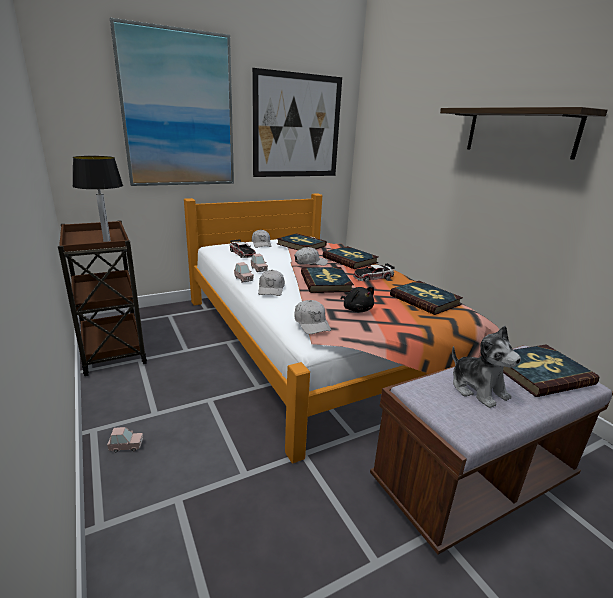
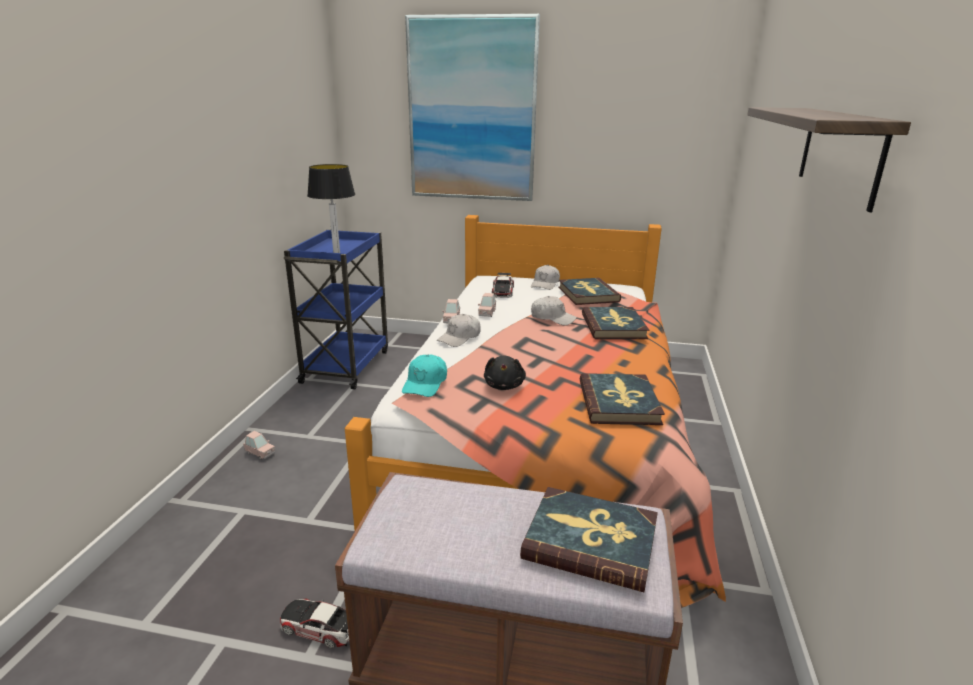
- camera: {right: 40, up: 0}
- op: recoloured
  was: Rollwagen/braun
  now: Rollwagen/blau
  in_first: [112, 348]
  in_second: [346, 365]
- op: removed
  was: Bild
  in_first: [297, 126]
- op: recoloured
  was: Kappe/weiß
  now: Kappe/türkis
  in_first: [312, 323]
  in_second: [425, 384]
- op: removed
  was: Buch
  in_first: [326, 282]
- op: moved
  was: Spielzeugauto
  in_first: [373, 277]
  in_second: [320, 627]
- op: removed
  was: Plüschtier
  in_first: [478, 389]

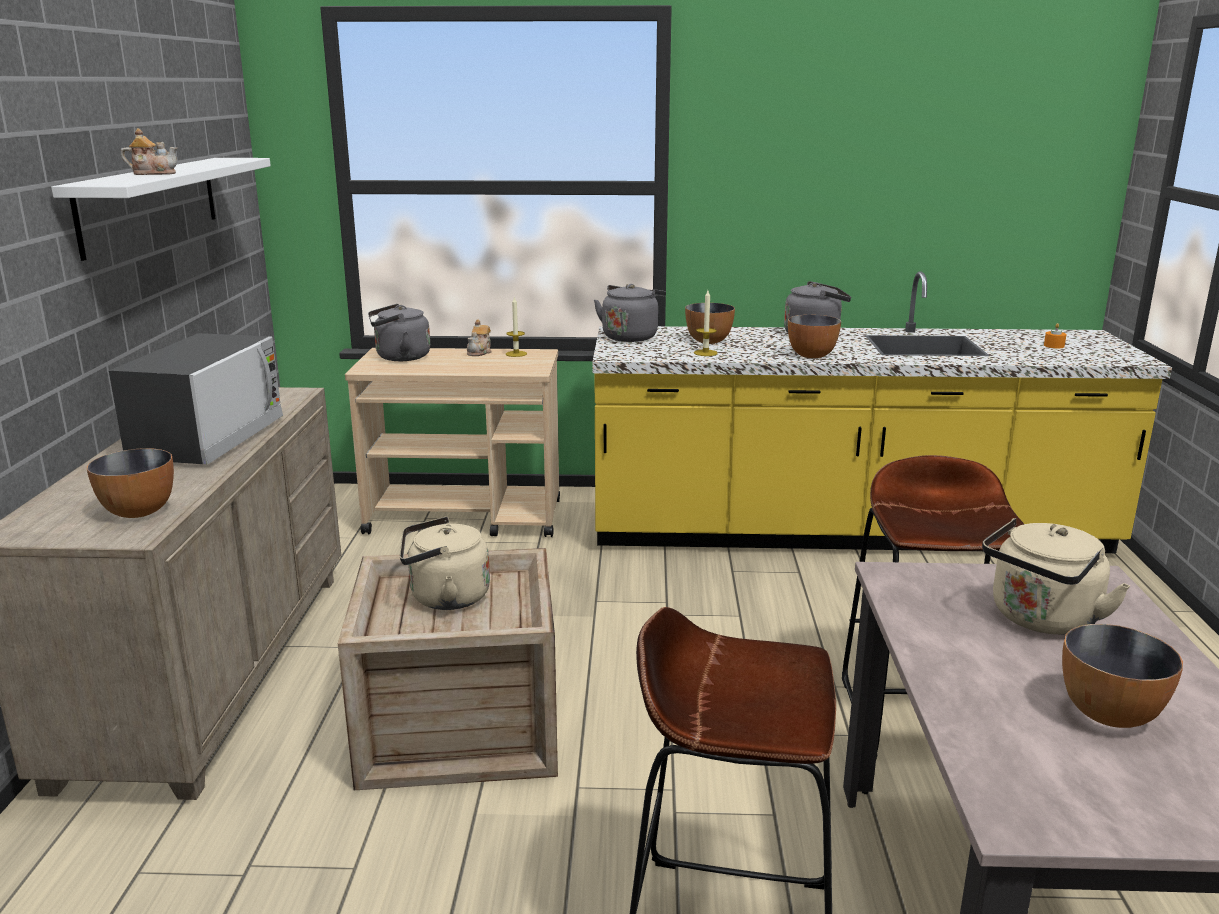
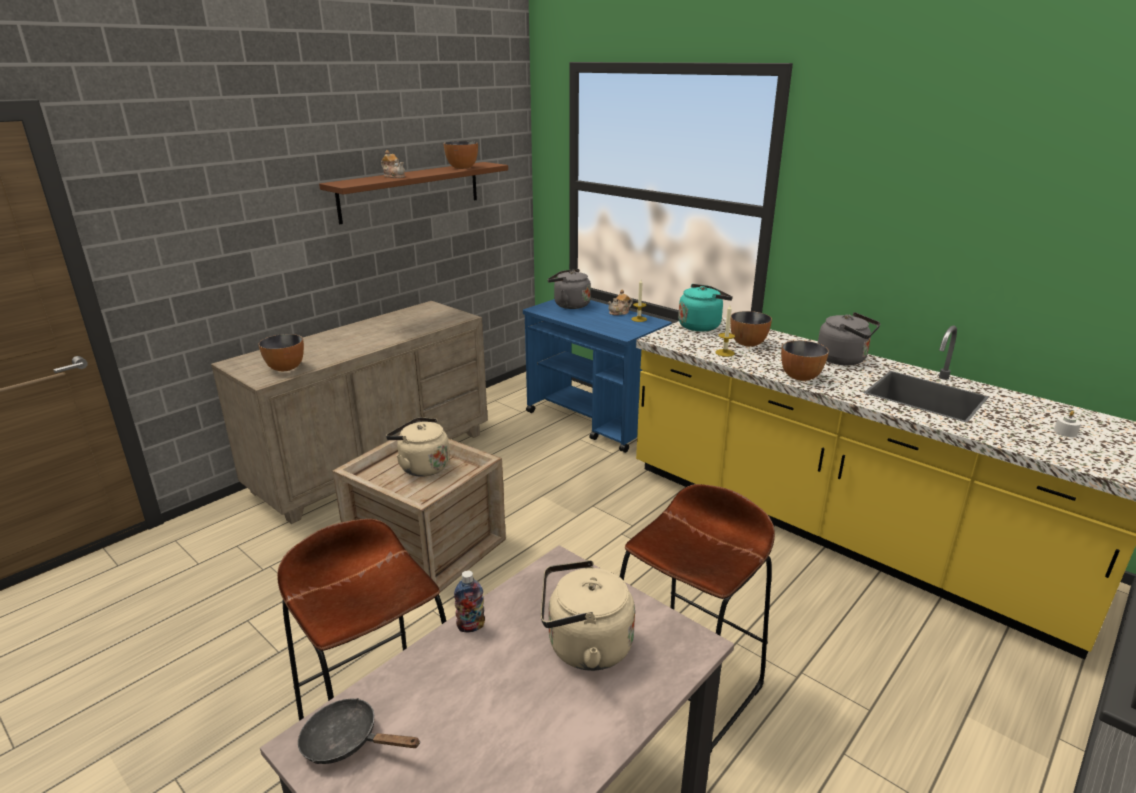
- camera: {right: 40, up: 5}
- op: recoloured
  was: Wandregal/weiß
  now: Wandregal/braun
  in_first: [150, 203]
  in_second: [411, 191]
- op: removed
  was: Mikrowelle
  in_first: [209, 439]
- op: recoloured
  was: Rollwagen/beige
  now: Rollwagen/blau
  in_first: [466, 517]
  in_second: [595, 421]
- op: recoloured
  was: Wasserkessel/grau
  now: Wasserkessel/türkis
  in_first: [631, 337]
  in_second: [701, 326]
- op: recoloured
  was: Kerze/orange
  now: Kerze/weiß
  in_first: [1054, 346]
  in_second: [1065, 432]
- op: moved
  was: Schüssel
  in_first: [1110, 714]
  in_second: [462, 168]
- op: added
  now: Pfanne/schwarz
  in_second: [347, 741]
- op: added
  now: Flasche
  in_second: [471, 626]

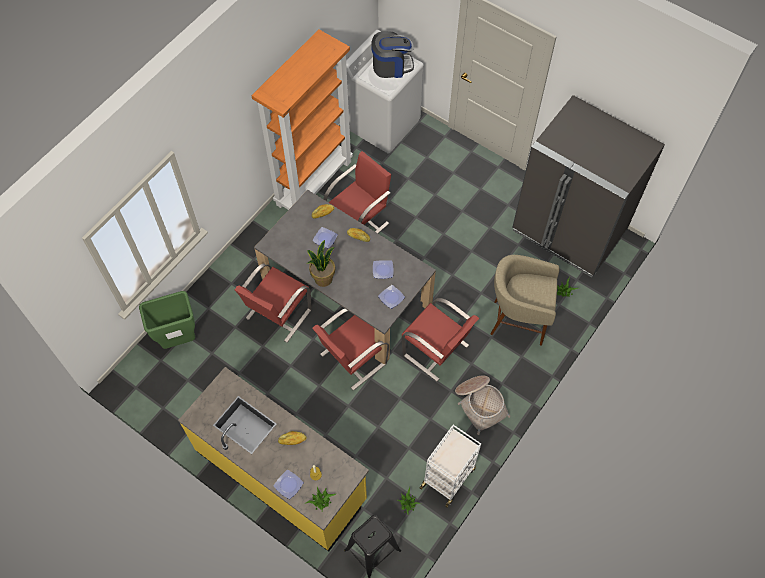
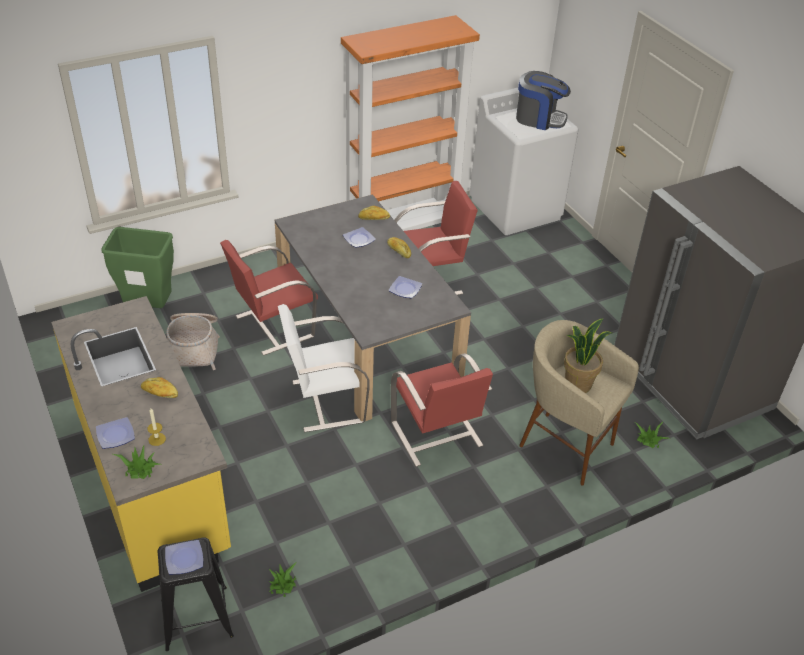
- camera: {right: 25, up: -20}
- op: moved
  was: Topfpflanze
  in_first: [323, 278]
  in_second: [578, 384]
- op: recoloured
  was: Stuhl/rot
  now: Stuhl/weiß
  in_first: [352, 359]
  in_second: [326, 401]
- op: moved
  was: Teller
  in_first: [391, 297]
  in_second: [183, 559]
- op: removed
  was: Rollwagen/weiß
  in_first: [448, 477]
- op: moved
  was: Korb
  in_first: [480, 404]
  in_second: [194, 347]

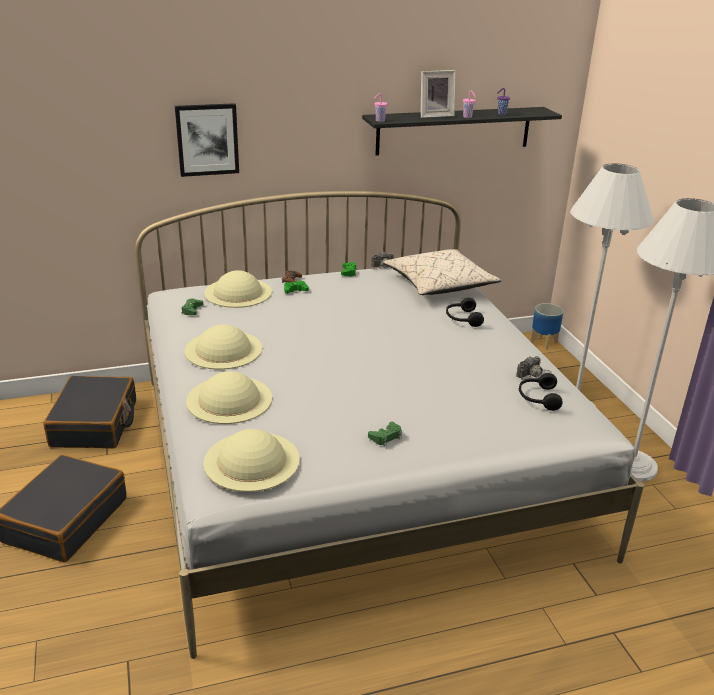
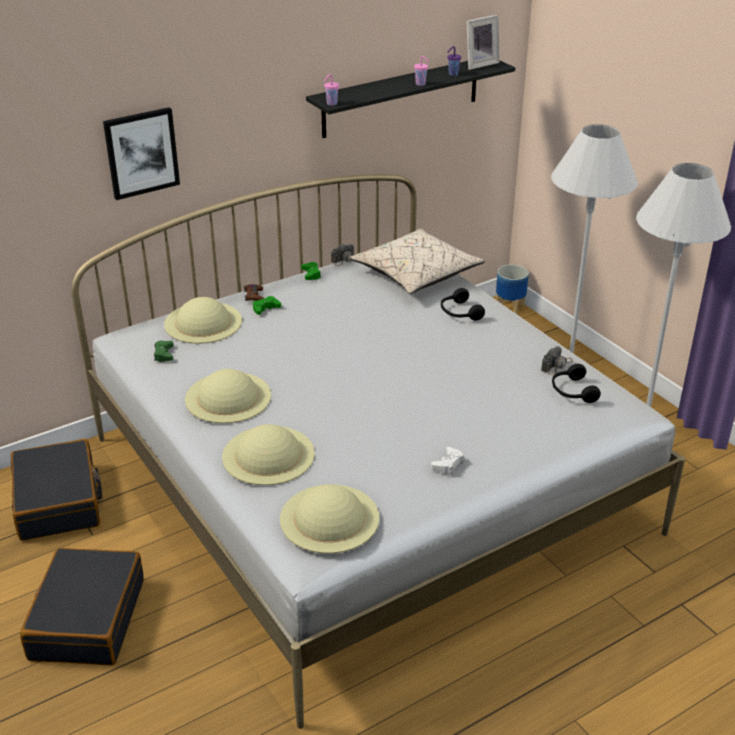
- camera: {right: -15, up: 5}
- op: recoloured
  was: Gamepad/grün
  now: Gamepad/weiß
  in_first: [386, 437]
  in_second: [448, 464]
- op: moved
  was: Bilderrahmen
  in_first: [435, 115]
  in_second: [479, 64]

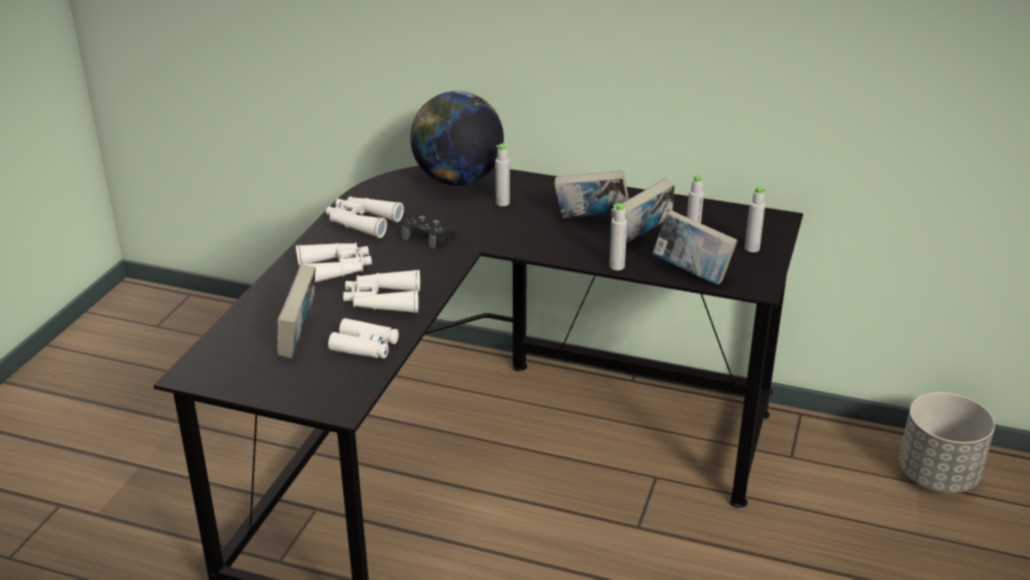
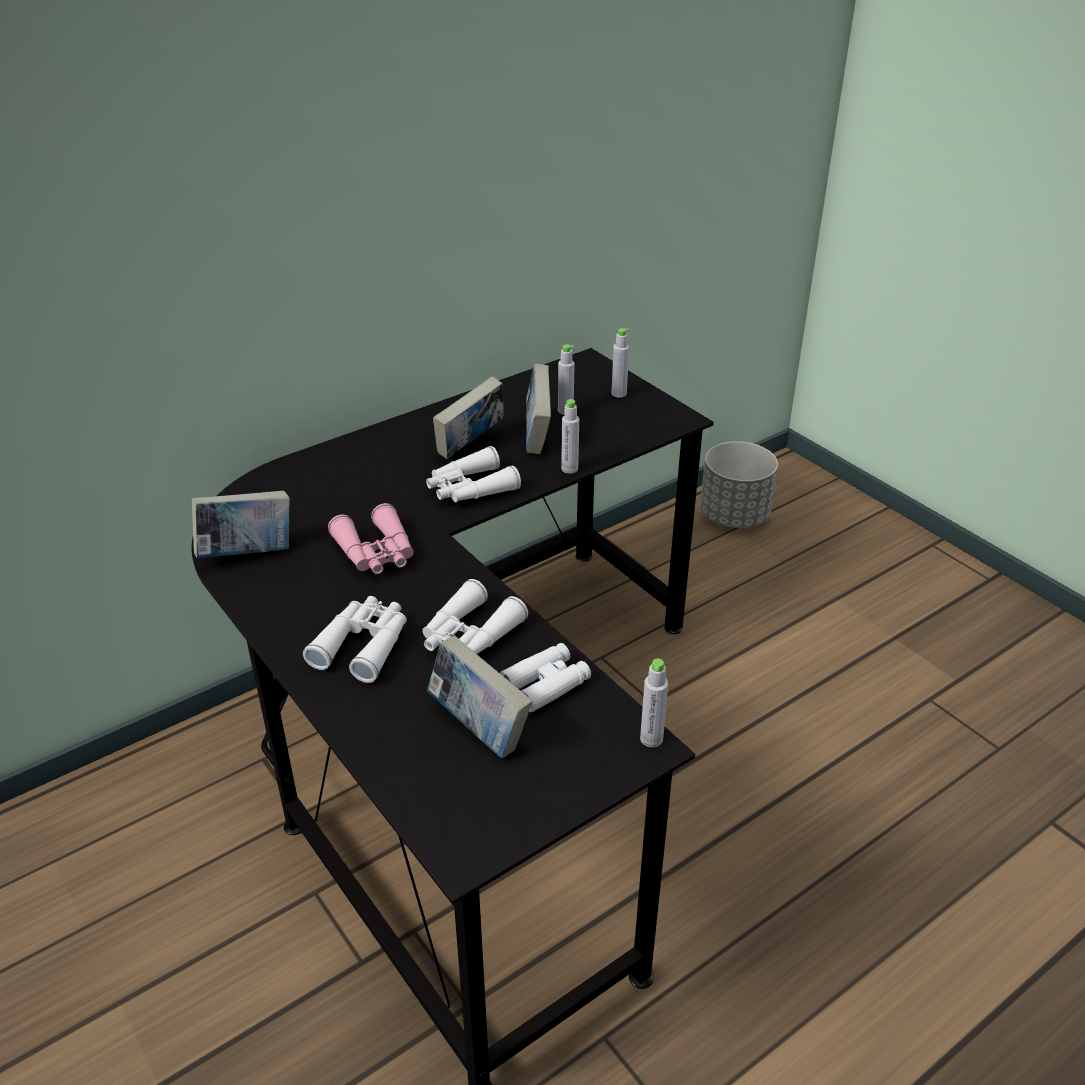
- camera: {right: -55, up: 5}
- op: moved
  was: Fernglas/weiß
  in_first: [362, 223]
  in_second: [470, 488]
- op: replaced
  was: Gamepad/schwarz
  now: Fernglas/rosa
  in_first: [427, 237]
  in_second: [376, 553]
- op: removed
  was: Globus
  in_first: [458, 181]
- op: moved
  was: Flasche/grau
  in_first: [502, 203]
  in_second: [651, 739]
- op: moved
  was: Buch
  in_first: [692, 273]
  in_second: [247, 554]

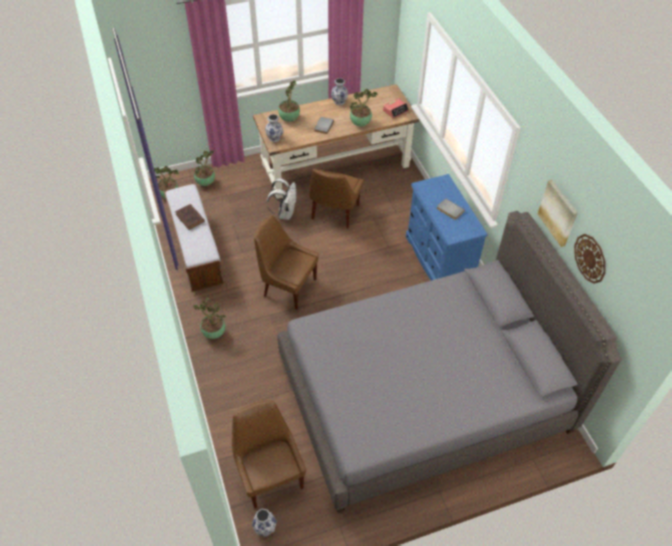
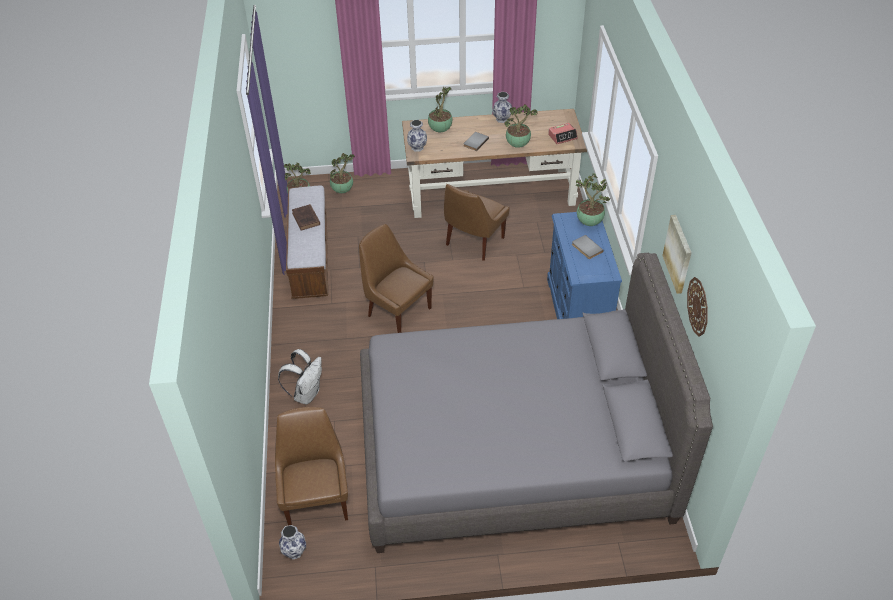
- camera: {right: 15, up: -5}
- op: moved
  was: Topfpflanze
  in_first: [213, 333]
  in_second: [588, 222]
- op: moved
  was: Rucksack/weiß
  in_first: [285, 213]
  in_second: [306, 394]

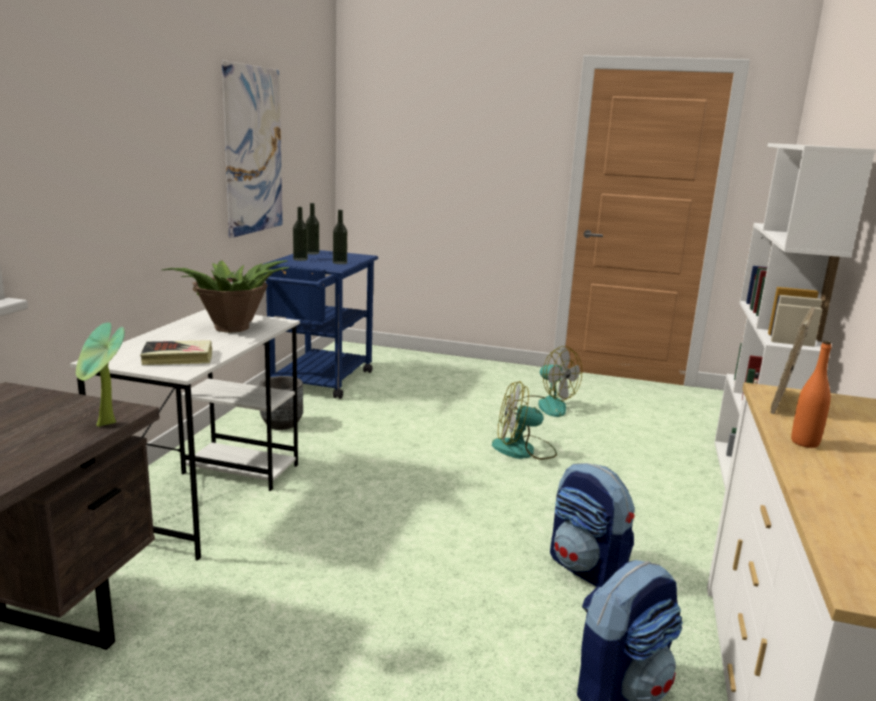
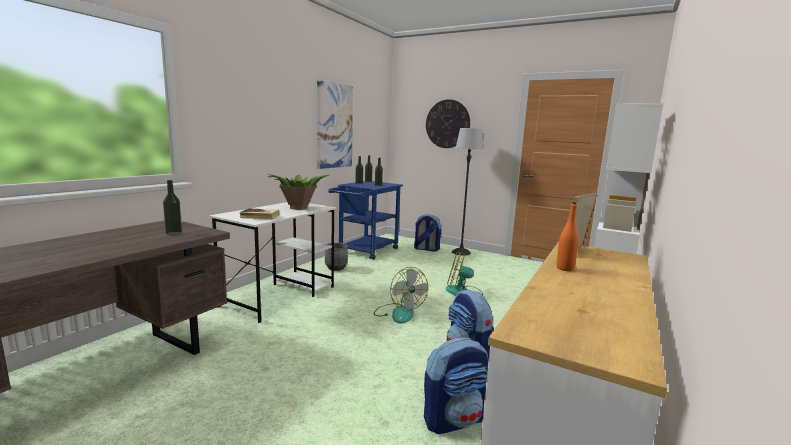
- camera: {right: 15, up: -5}
- op: removed
  was: Topfpflanze
  in_first: [105, 425]
- op: moved
  was: Ventilator
  in_first: [545, 406]
  in_second: [398, 313]
- op: added
  now: Flasche
  in_second: [174, 233]
- op: added
  now: Rucksack
  in_second: [426, 249]
- op: added
  now: Wanduhr
  in_second: [447, 124]
- op: added
  now: Stehlampe
  in_second: [461, 252]

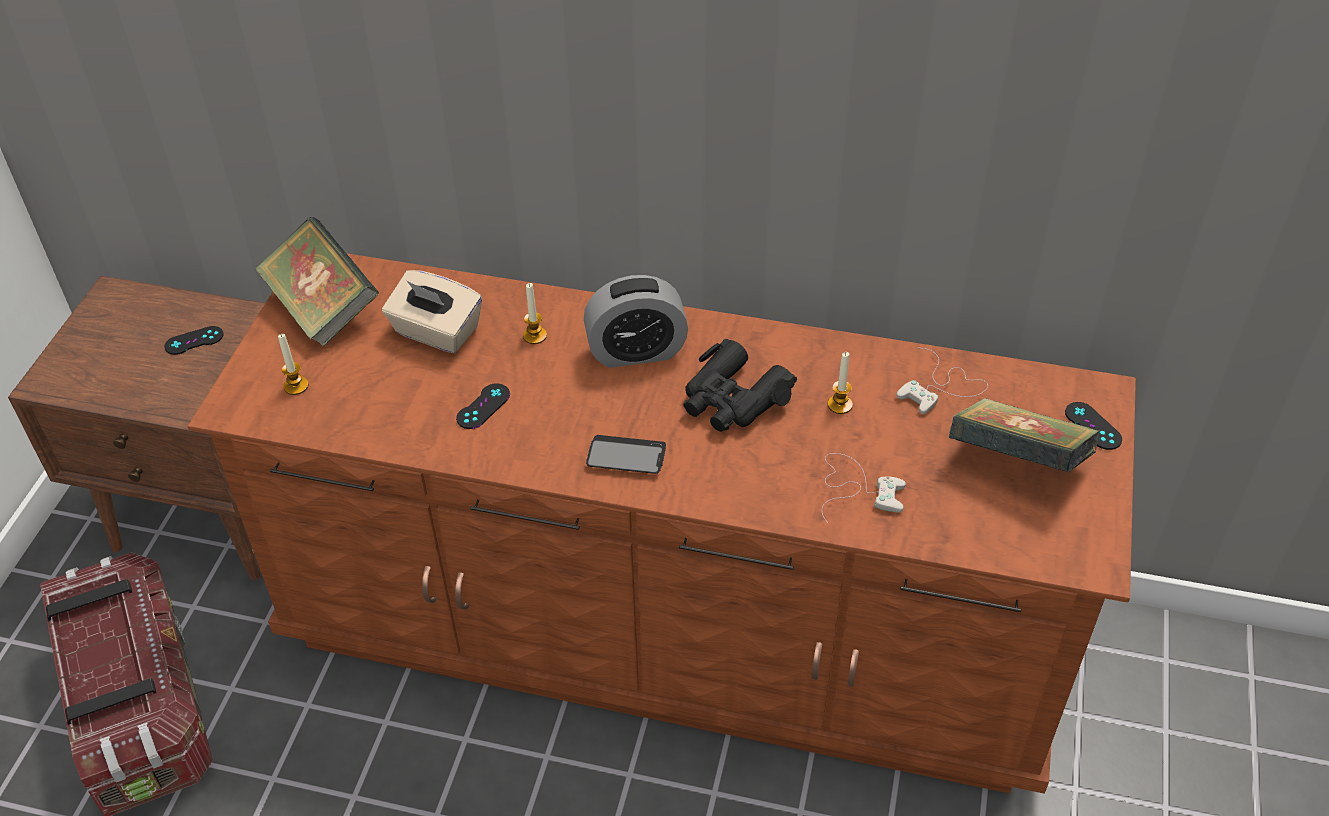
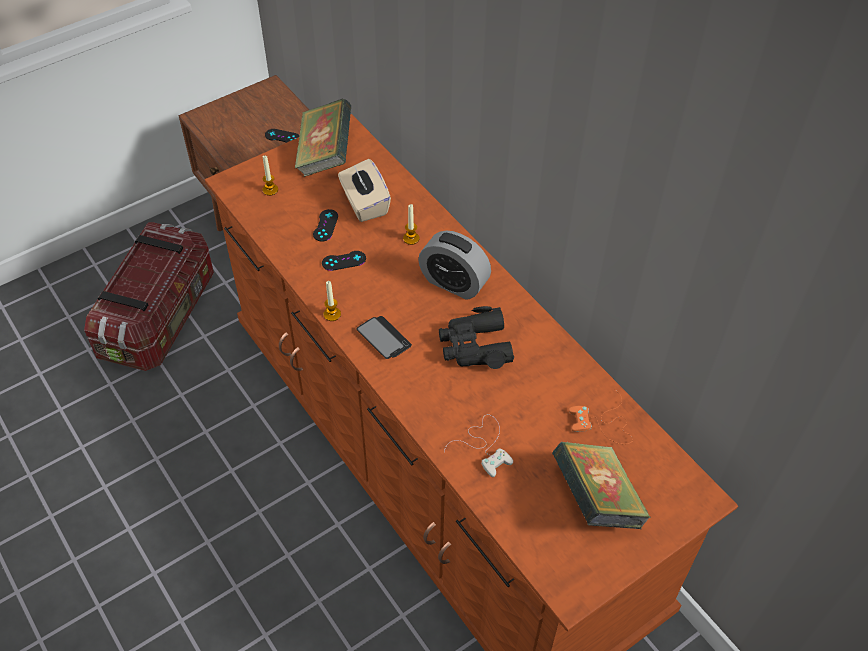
- camera: {right: 40, up: 5}
- op: moved
  was: Kerze
  in_first: [840, 405]
  in_second: [332, 314]
- op: recoloured
  was: Gamepad/weiß
  now: Gamepad/orange
  in_first: [941, 387]
  in_second: [603, 423]
- op: moved
  was: Gamepad/schwarz
  in_first: [1093, 426]
  in_second: [325, 225]

